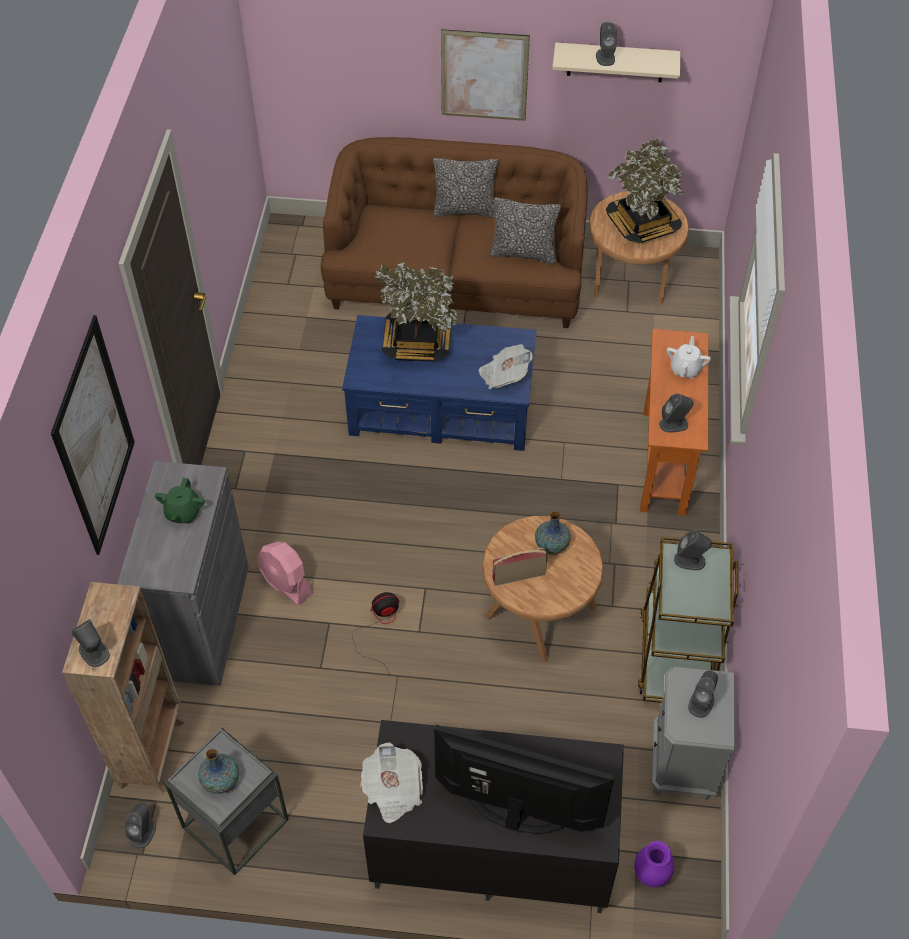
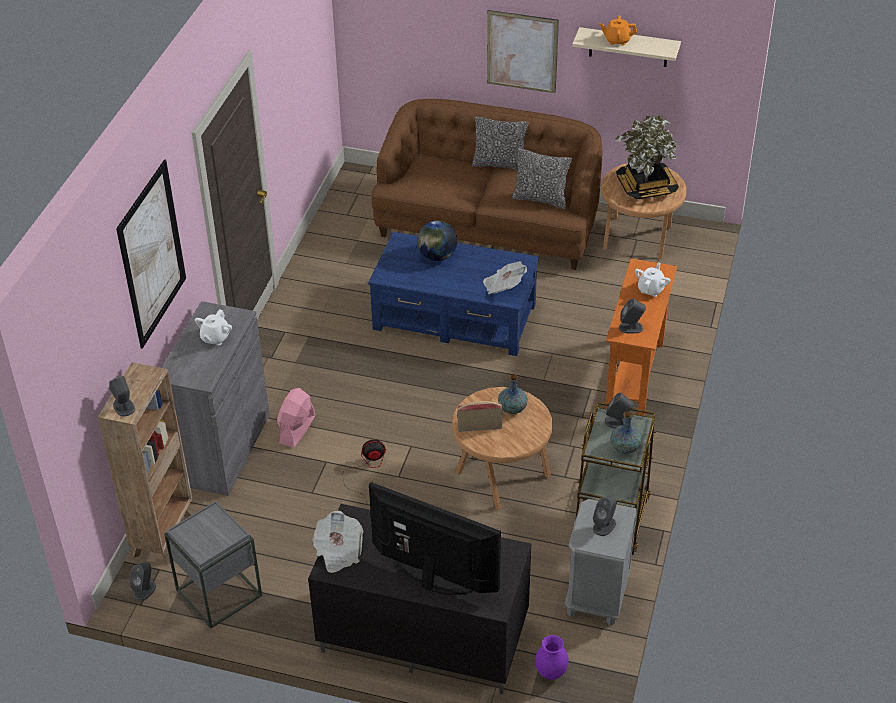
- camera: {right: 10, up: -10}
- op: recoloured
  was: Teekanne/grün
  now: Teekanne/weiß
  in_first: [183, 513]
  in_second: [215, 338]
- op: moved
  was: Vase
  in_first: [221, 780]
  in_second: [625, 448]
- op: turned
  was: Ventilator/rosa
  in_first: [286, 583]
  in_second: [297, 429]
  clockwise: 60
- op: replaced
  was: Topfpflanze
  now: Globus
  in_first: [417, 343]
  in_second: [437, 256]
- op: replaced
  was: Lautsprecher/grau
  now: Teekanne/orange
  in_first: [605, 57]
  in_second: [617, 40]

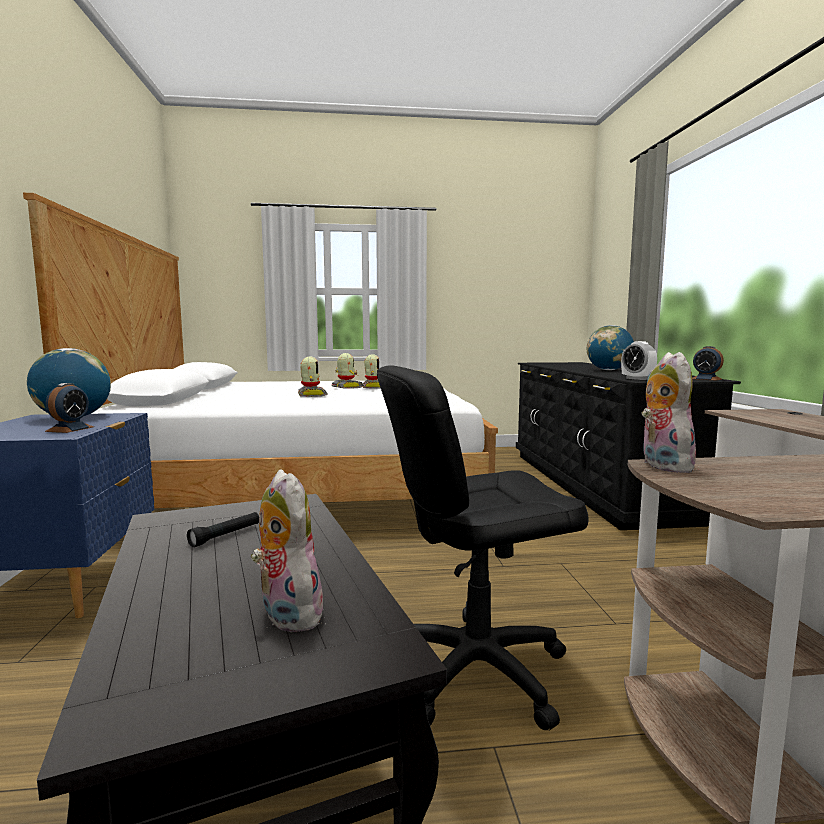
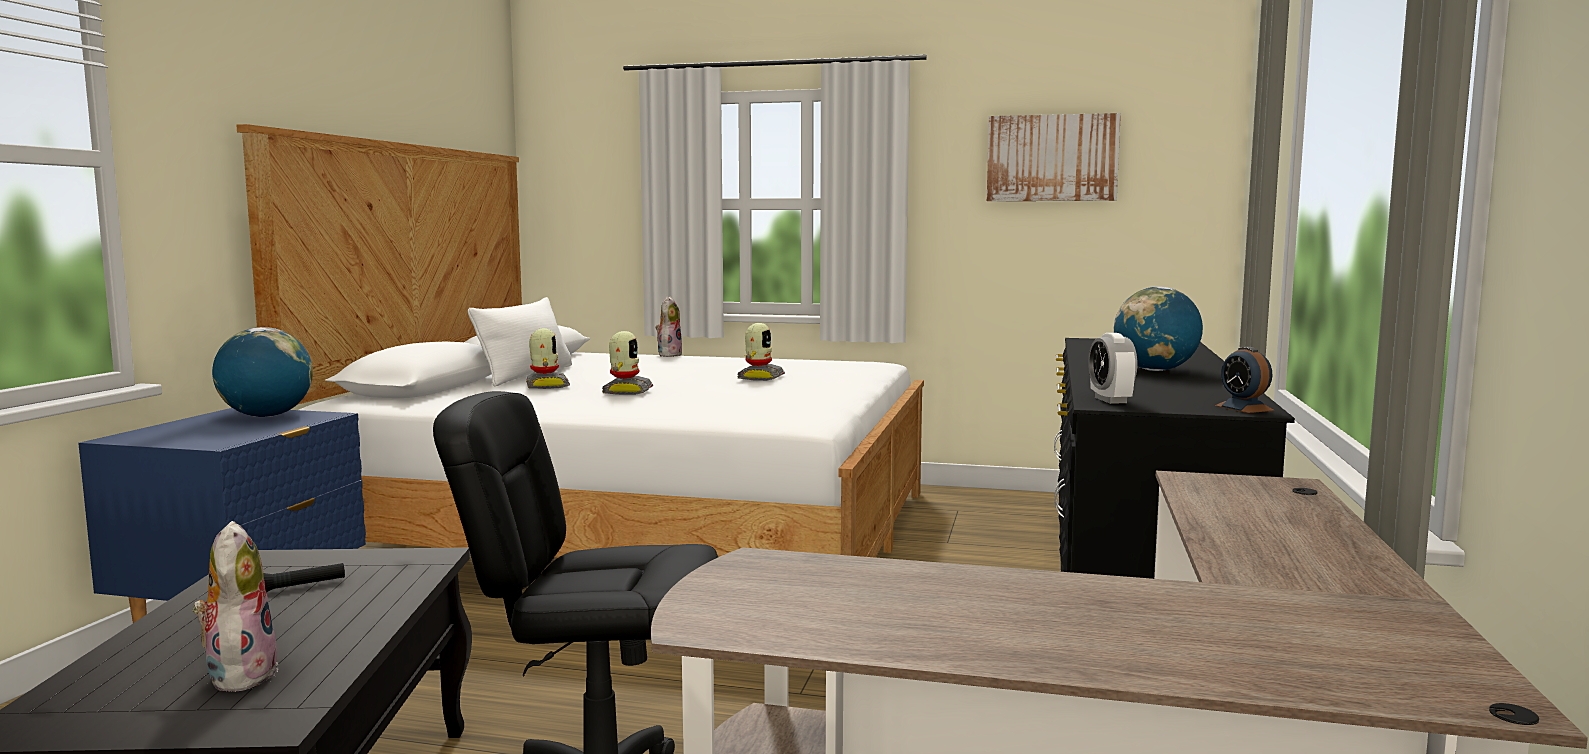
- camera: {right: 20, up: 0}
- op: removed
  was: Wecker
  in_first: [70, 429]
- op: moved
  was: Spielzeugroboter
  in_first: [346, 387]
  in_second: [546, 385]
- op: moved
  was: Plüschtier
  in_first: [661, 465]
  in_second: [669, 355]
- op: added
  now: Kissen/weiß
  in_second: [526, 375]
- op: added
  now: Bild
  in_second: [1052, 158]

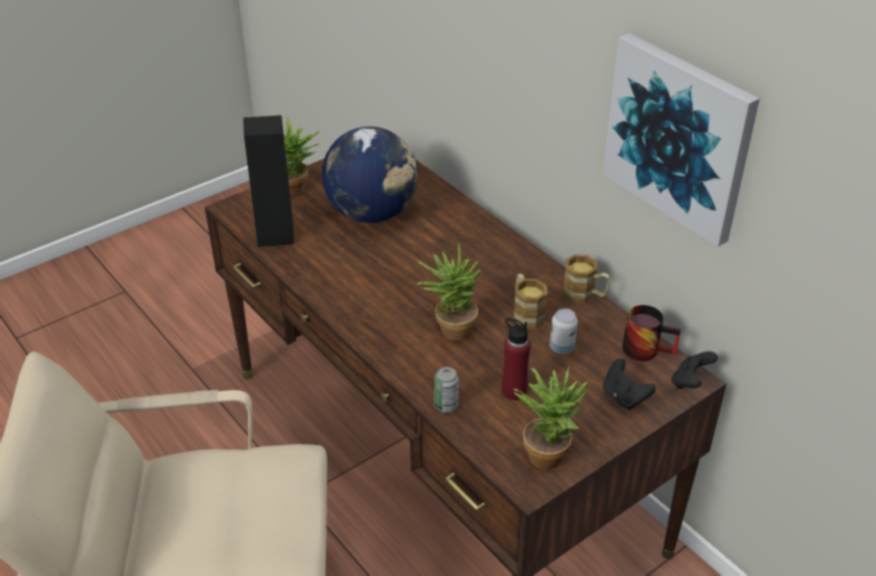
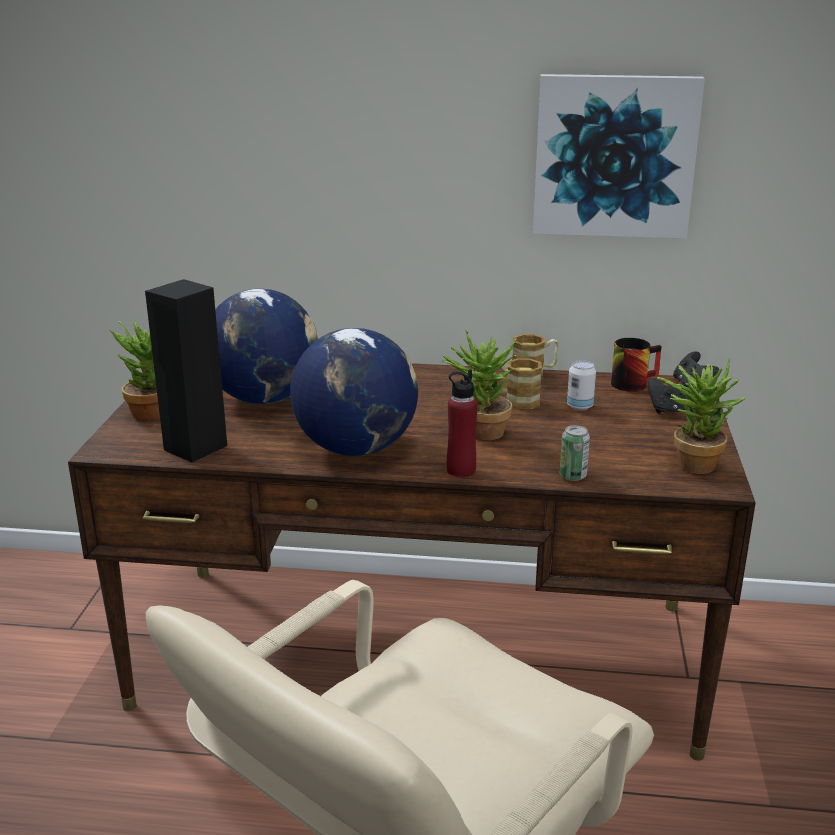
- camera: {right: -45, up: -15}
- op: moved
  was: Flasche/rot
  in_first: [514, 391]
  in_second: [461, 470]
- op: added
  now: Globus
  in_second: [356, 448]

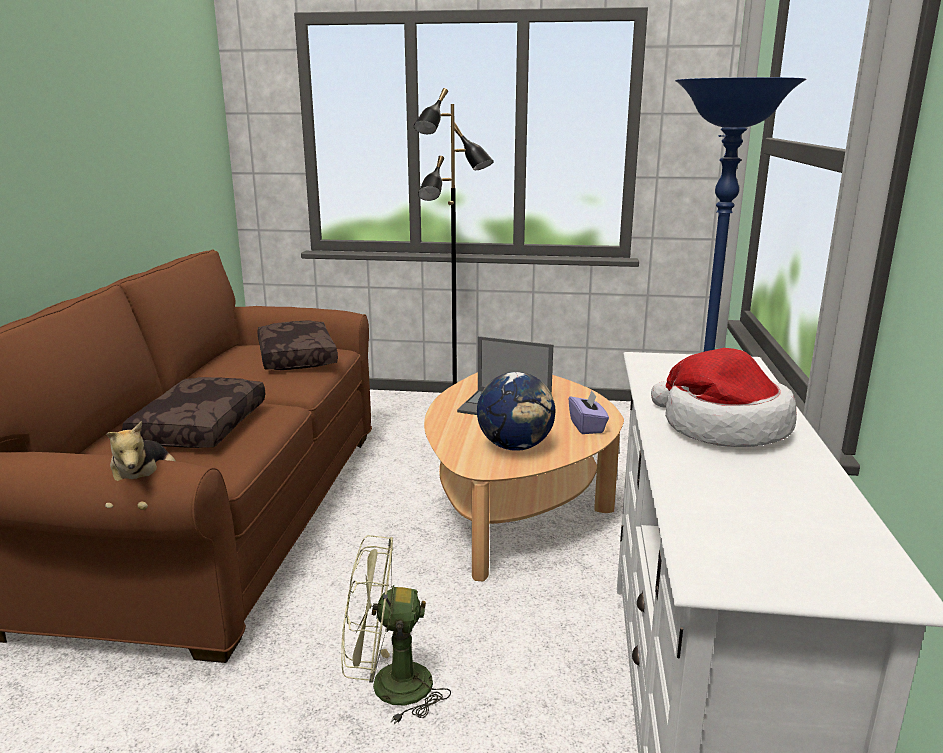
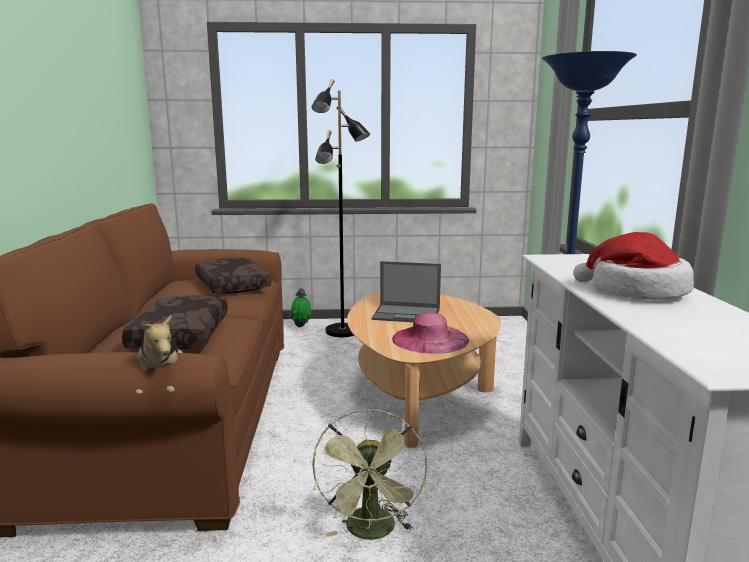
- camera: {right: -10, up: -5}
- op: turned
  was: Ventilator/grün
  in_first: [388, 687]
  in_second: [372, 532]
  clockwise: -75
- op: replaced
  was: Globus
  now: Hut/rosa
  in_first: [515, 446]
  in_second: [430, 339]
- op: removed
  was: Taschentuchbox/lila
  in_first: [587, 426]
- op: added
  now: Topfpflanze
  in_second: [301, 326]

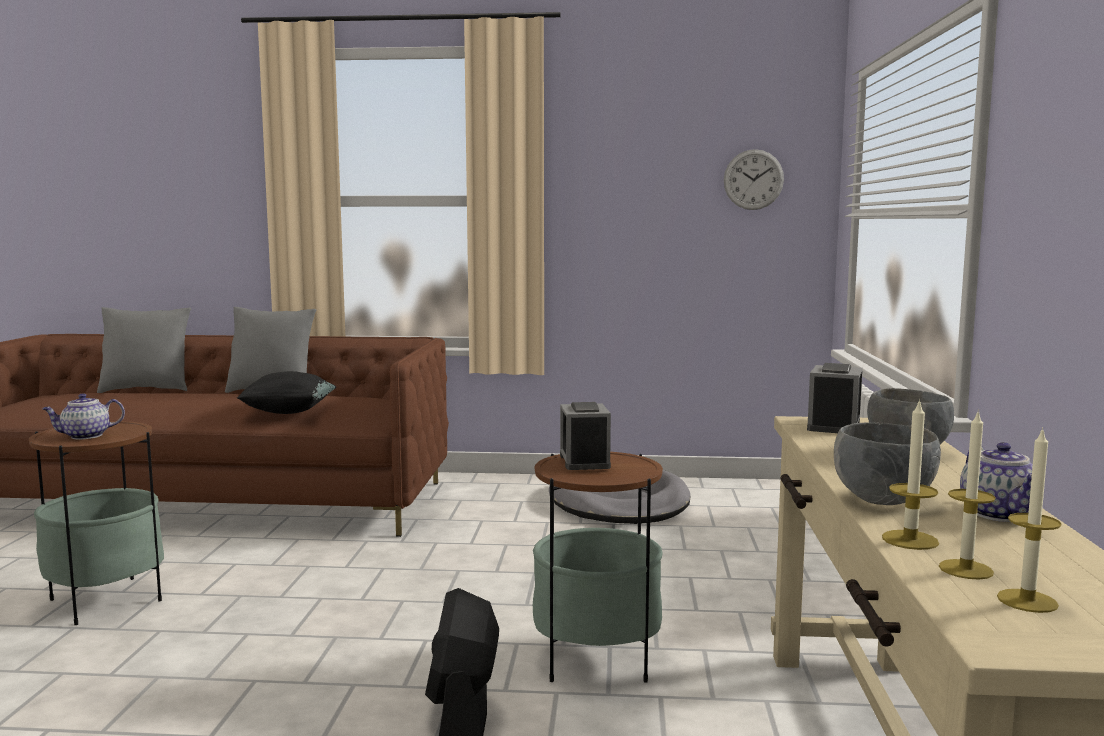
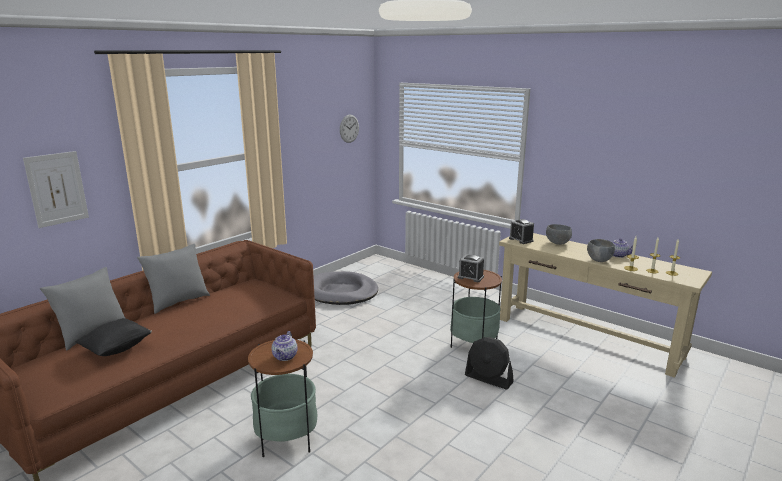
- camera: {right: -55, up: 10}
- op: moved
  was: Kissen/schwarz
  in_first: [288, 412]
  in_second: [117, 349]
- op: added
  now: Bild
  in_second: [57, 189]

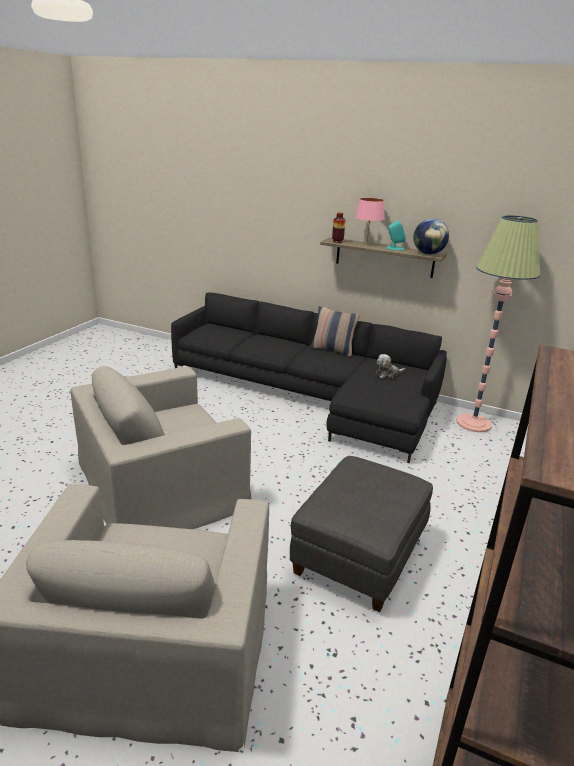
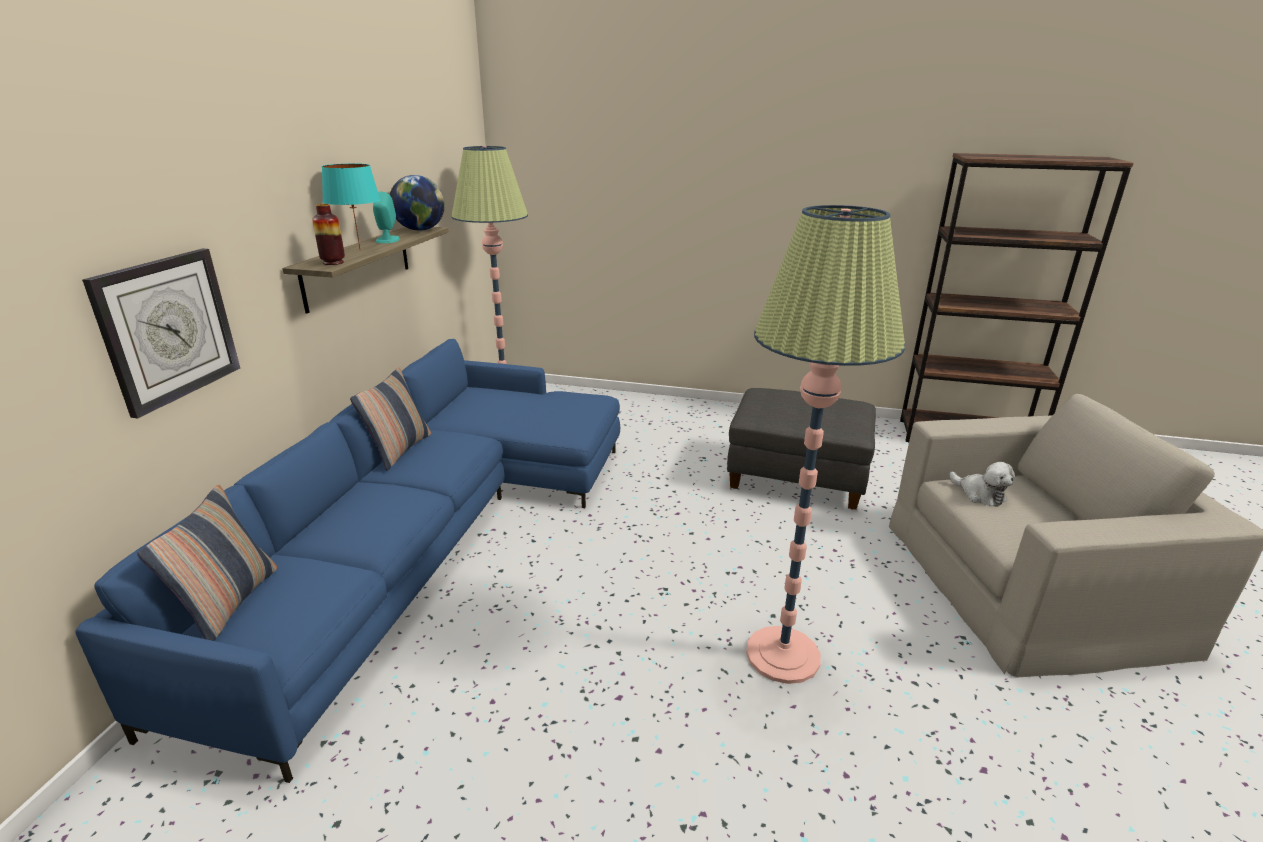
- camera: {right: -100, up: 0}
- op: replaced
  was: Sessel/beige
  now: Stehlampe
  in_first: [161, 484]
  in_second: [782, 655]
- op: recoloured
  was: Sofa/schwarz
  now: Sofa/blau
  in_first: [311, 395]
  in_second: [433, 535]
- op: recoloured
  was: Tischlampe/rosa
  now: Tischlampe/türkis
  in_first: [367, 245]
  in_second: [360, 250]
- op: moved
  was: Plüschtier
  in_first: [388, 374]
  in_second: [980, 494]
- op: added
  now: Wanduhr
  in_second: [168, 329]
- op: added
  now: Kissen
  in_second: [229, 603]

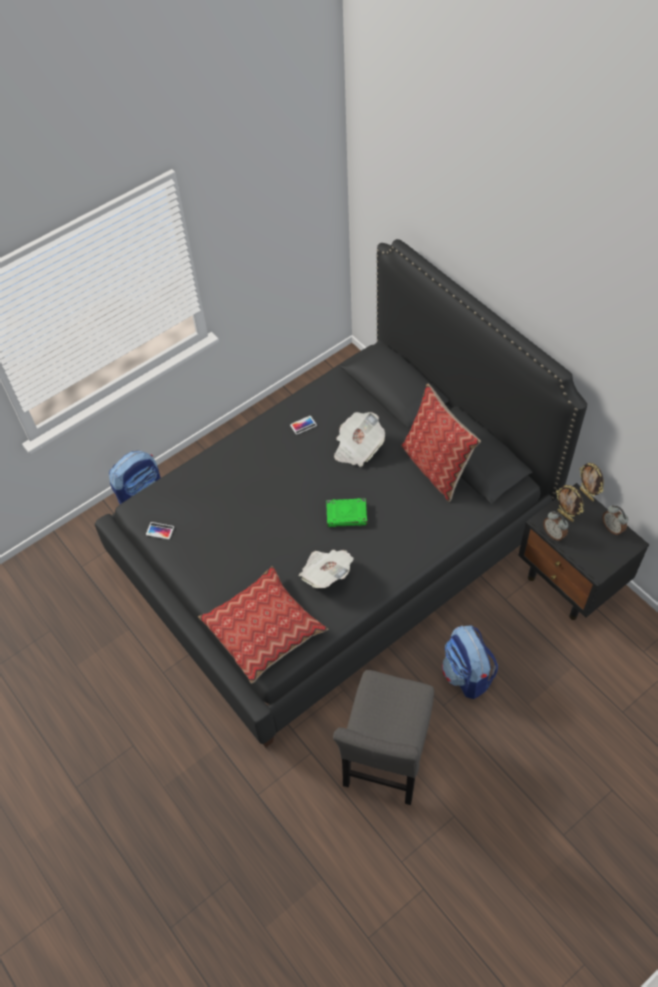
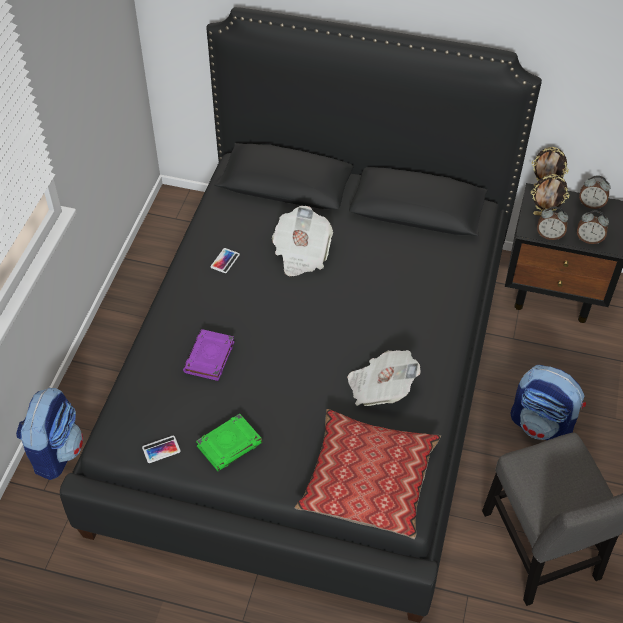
- camera: {right: -40, up: -5}
- op: moved
  was: Buch/grün
  in_first: [347, 514]
  in_second: [229, 444]
- op: removed
  was: Kissen
  in_first: [436, 467]
- op: added
  now: Buch/lila
  in_second: [209, 358]
- op: added
  now: Wecker
  in_second: [589, 239]

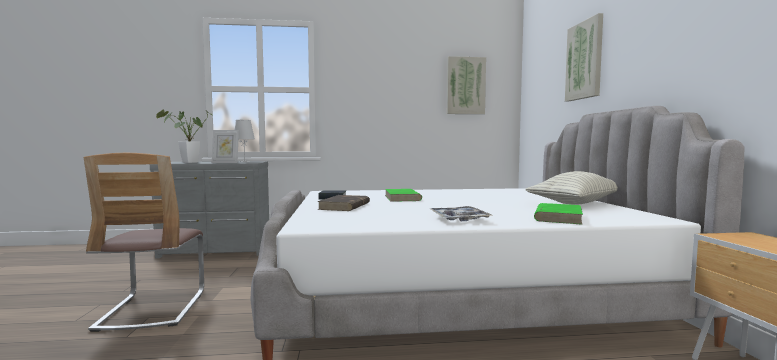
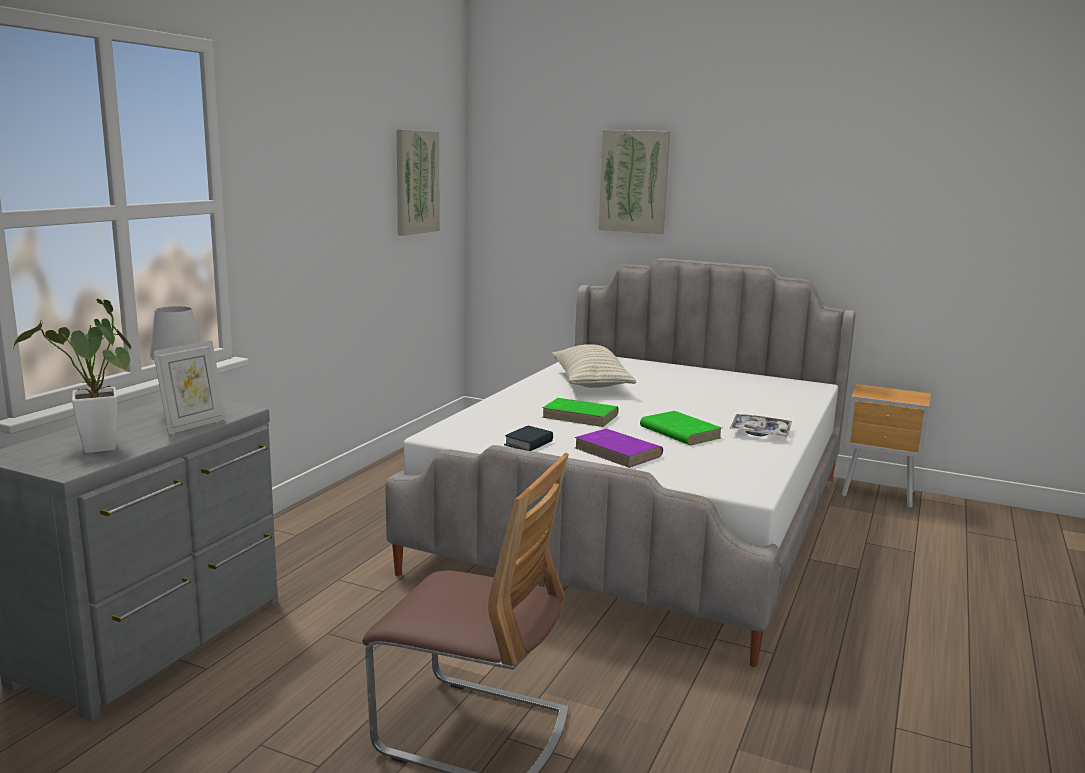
- camera: {right: -60, up: 10}
- op: recoloured
  was: Buch/braun
  now: Buch/lila
  in_first: [344, 206]
  in_second: [618, 452]
- op: moved
  was: Kissen
  in_first: [576, 203]
  in_second: [590, 383]
- op: moved
  was: Buch/grün
  in_first: [558, 217]
  in_second: [679, 432]

